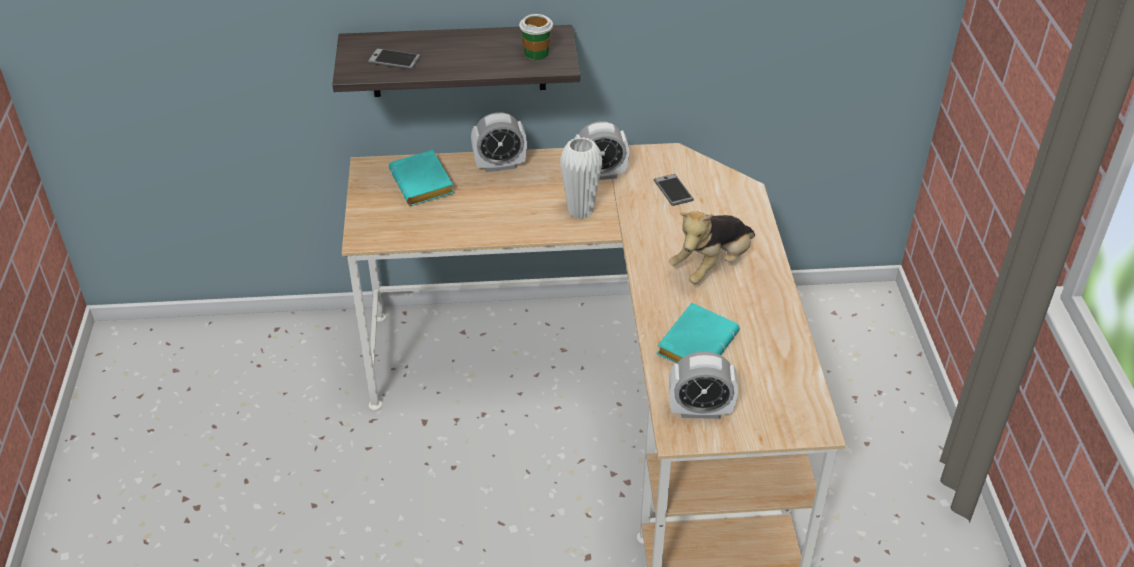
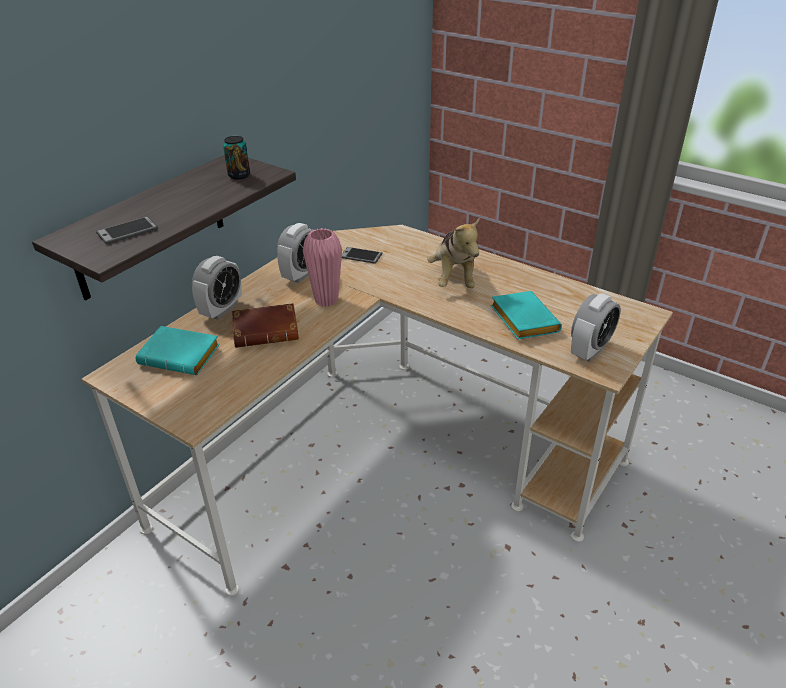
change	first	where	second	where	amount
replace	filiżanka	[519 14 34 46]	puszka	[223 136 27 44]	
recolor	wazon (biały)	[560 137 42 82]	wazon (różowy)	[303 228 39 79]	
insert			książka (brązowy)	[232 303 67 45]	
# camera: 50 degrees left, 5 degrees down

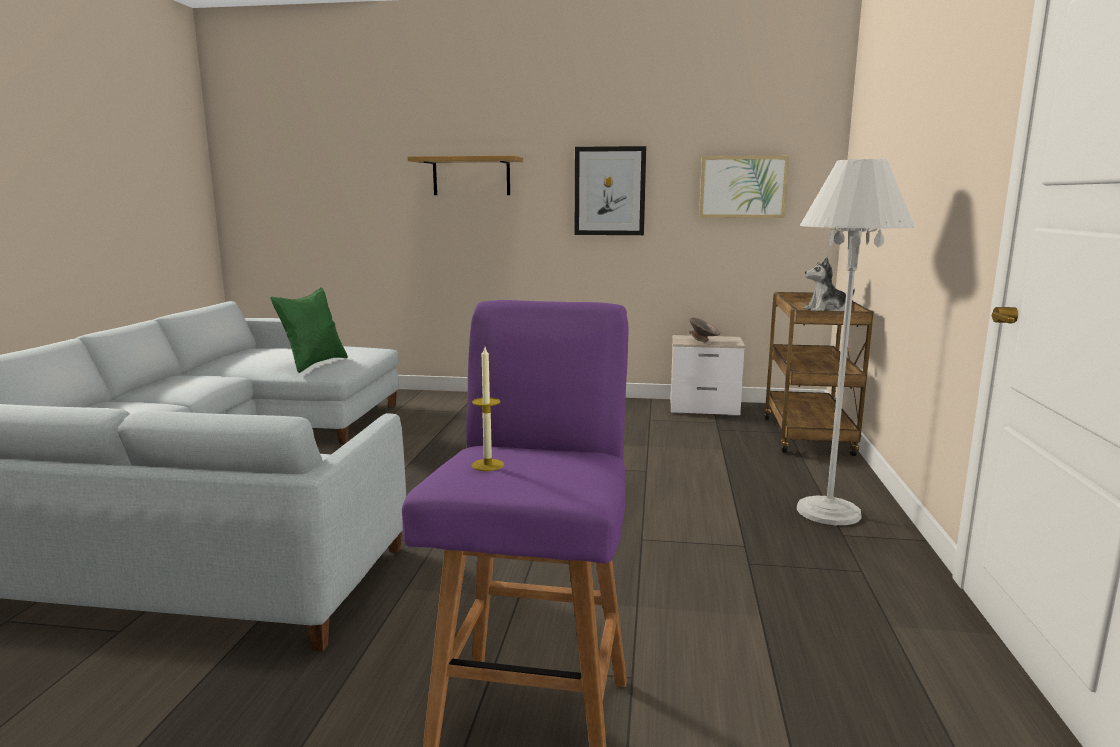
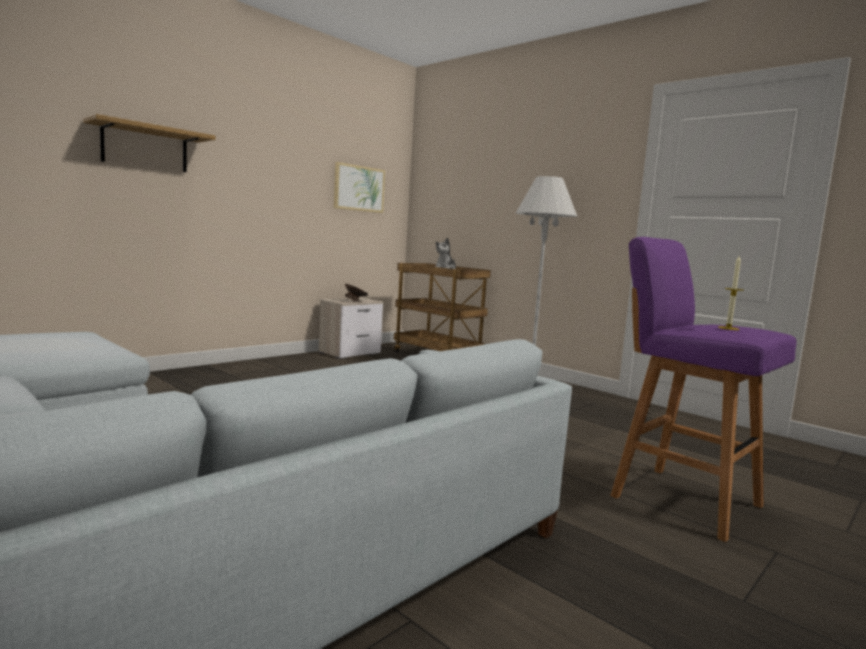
change	first	where	second	where	amount
delete	obraz	[575 146 71 89]			
delete	poduszka (zielony)	[270 288 78 85]			
# camera: 55 degrees left, 5 degrees down

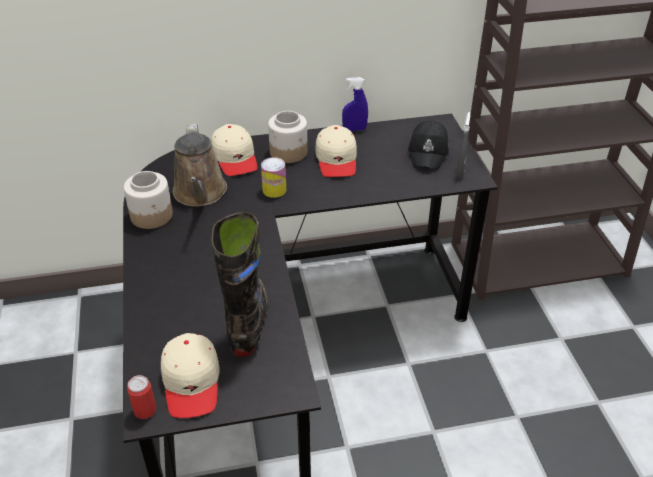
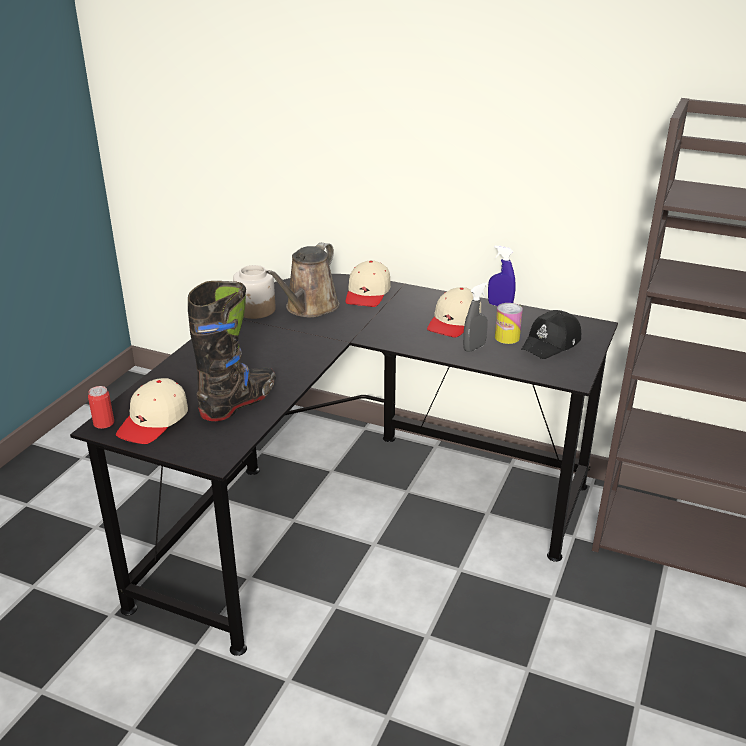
change	first	where	second	where	amount
delete	słoik	[268 111 40 52]			
move	spryskiwacz (szary)	[456 112 14 65]		[463 282 25 70]	
move	puszka	[261 157 25 41]		[495 303 28 41]	
# camera: 35 degrees right, 10 degrees down

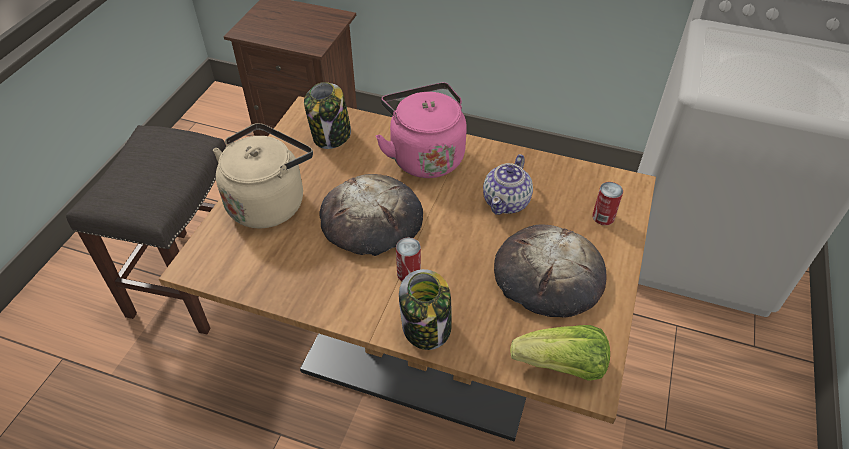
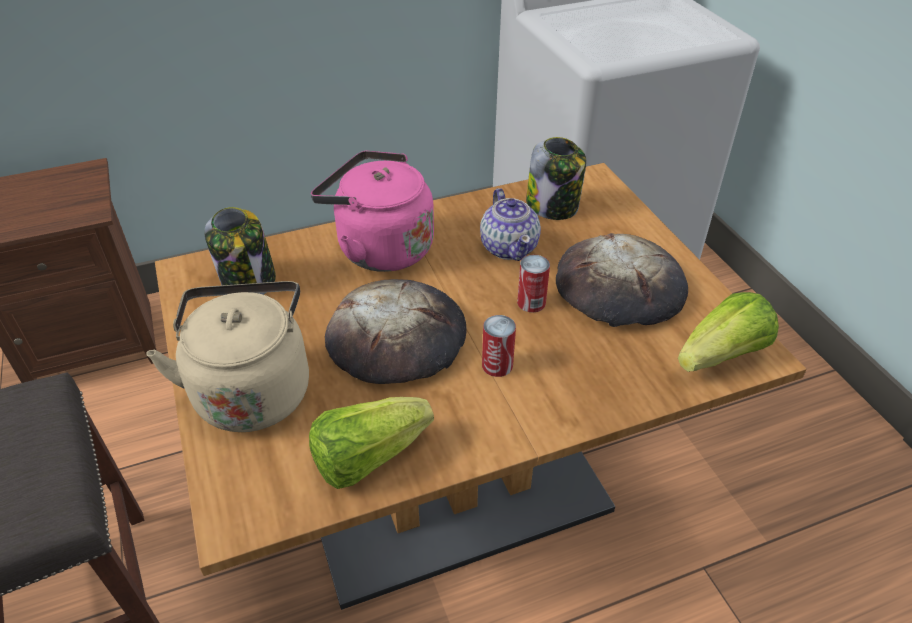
change	first	where	second	where	amount
move	puszka	[592 182 31 43]		[517 255 33 58]	
move	słoik	[399 269 53 81]		[526 137 60 83]	
insert			sałata	[309 397 125 92]	
# camera: 40 degrees left, 5 degrees down

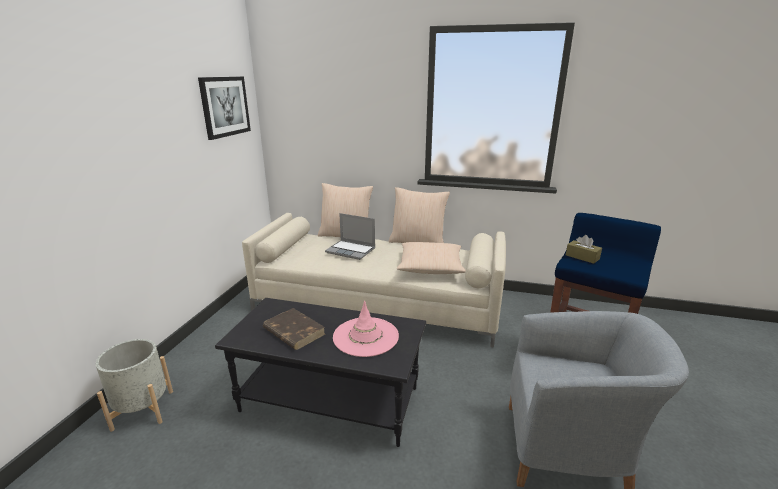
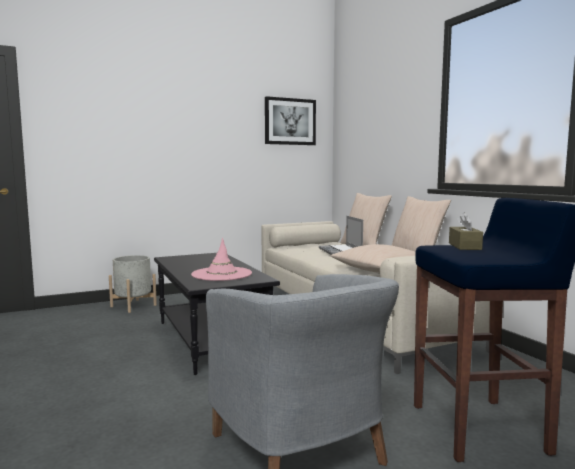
change	first	where	second	where	amount
delete	książka (brązowy)	[263 308 62 42]			
# camera: 50 degrees right, 15 degrees down

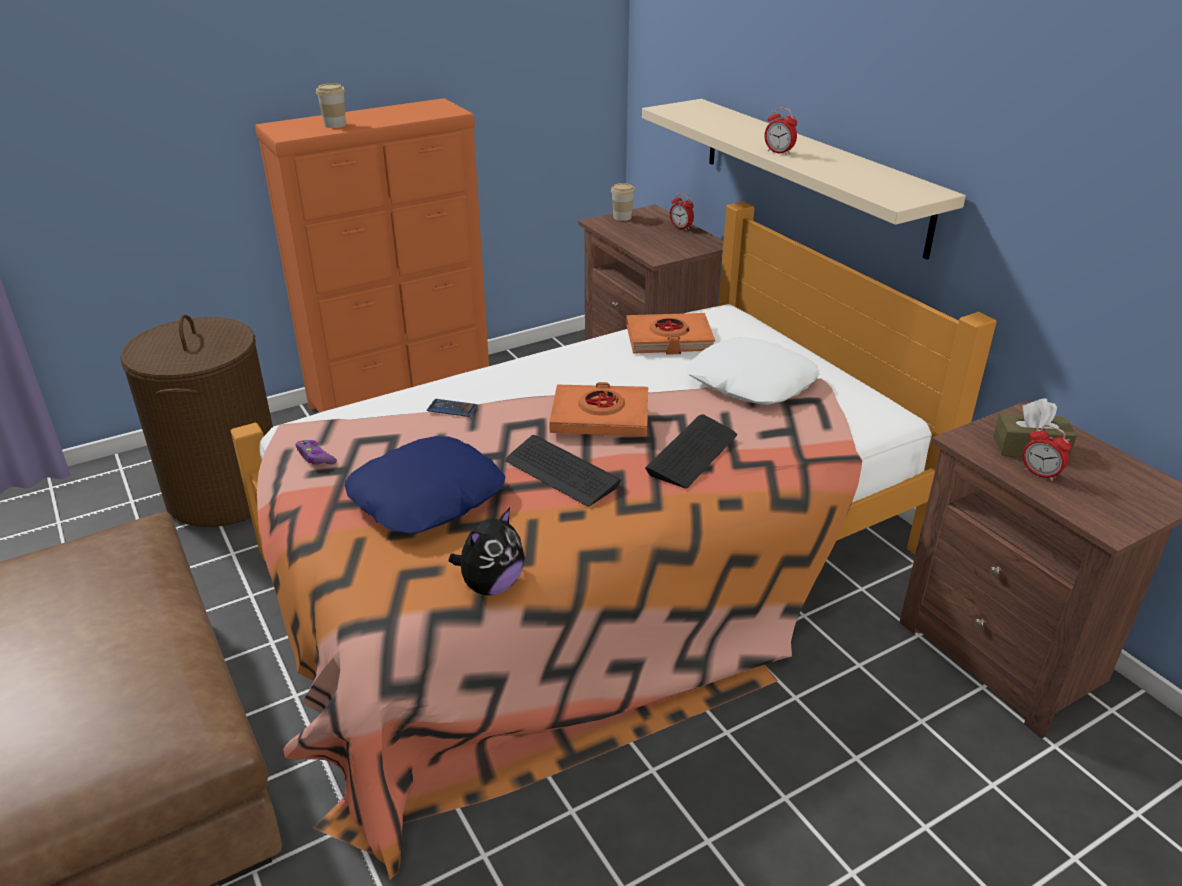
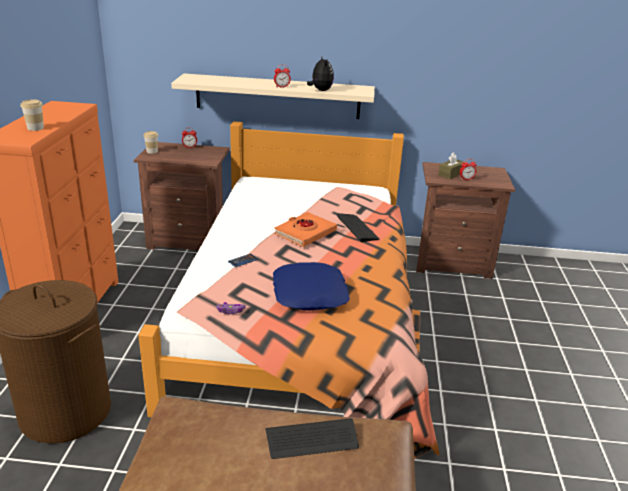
change	first	where	second	where	amount
delete	książka (pomarańczowy)	[626 313 89 42]			
delete	poduszka (biały)	[686 337 133 68]			
move	klawiatura	[505 435 116 71]		[265 418 94 41]	
move	pluszak	[448 508 77 87]		[307 55 27 36]	
# camera: 55 degrees left, 5 degrees down

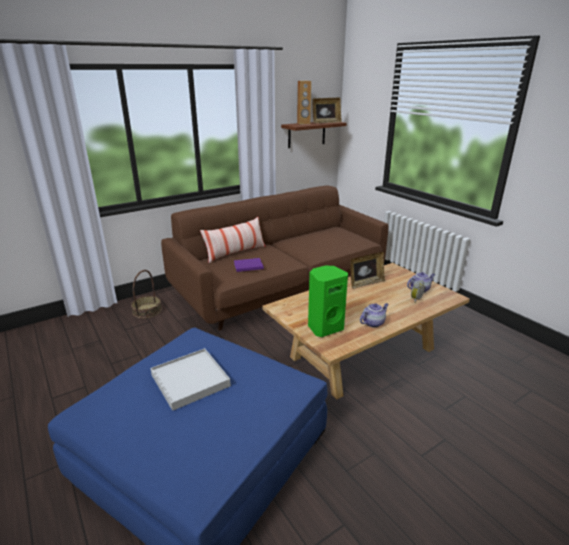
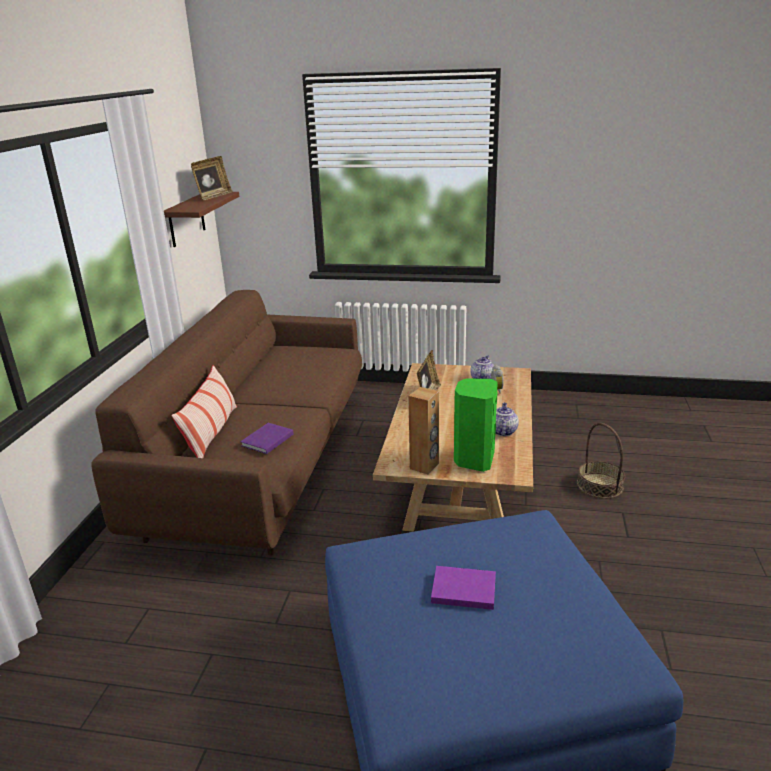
change	first	where	second	where	amount
move	głośnik (brązowy)	[297 81 14 43]		[408 387 31 87]	
move	koszyk	[131 270 31 49]		[577 423 48 76]	
replace	taca (biały)	[150 348 81 63]	książka (fioletowy)	[431 566 65 44]	
# camera: 45 degrees left, 0 degrees up

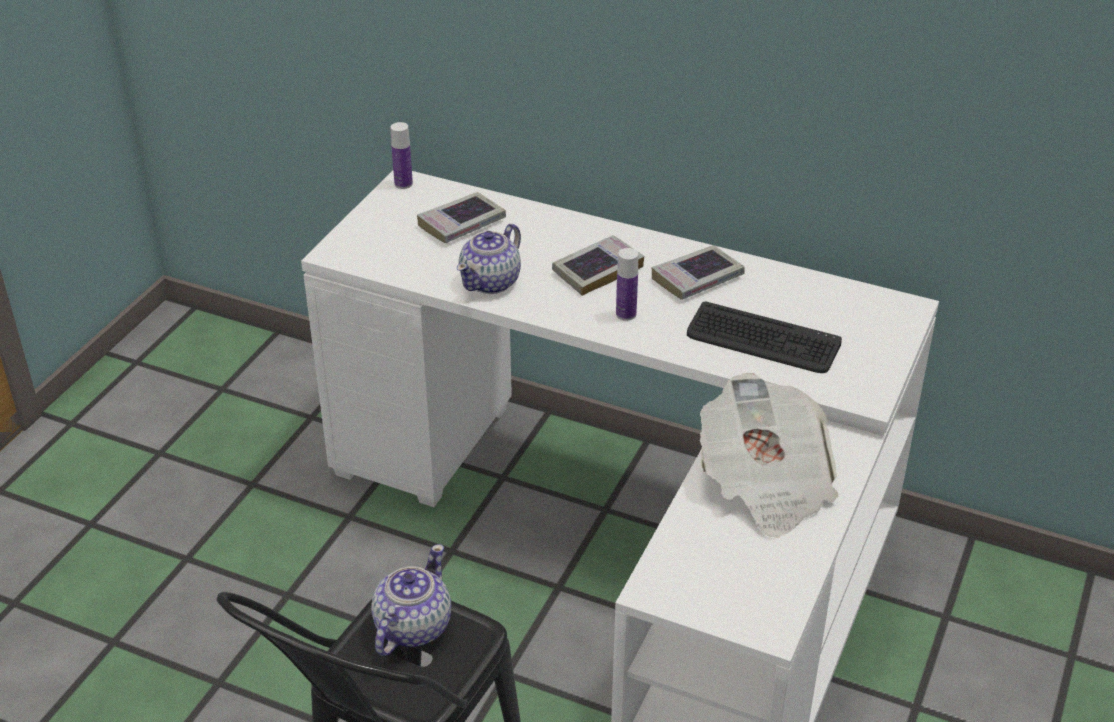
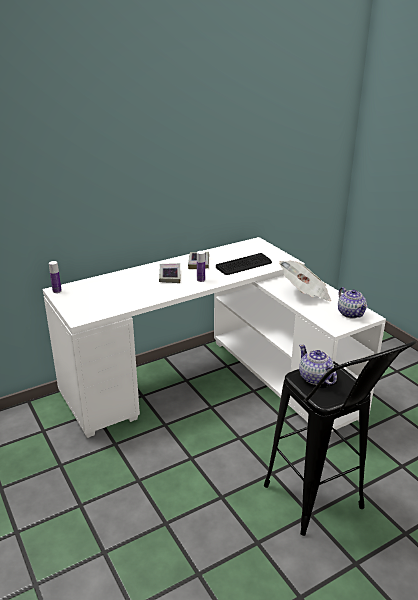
change	first	where	second	where	amount
delete	książka	[417 192 89 51]			
move	imbryk	[457 224 64 70]		[338 287 30 32]	
# camera: 55 degrees left, 10 degrees down

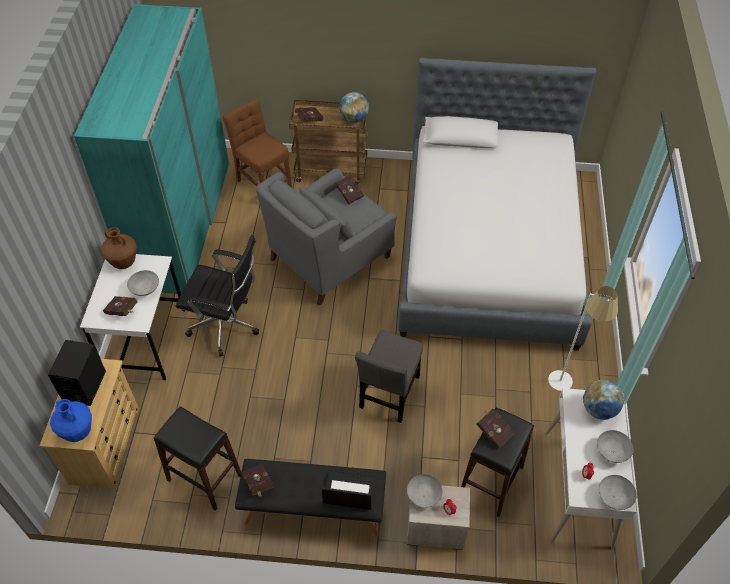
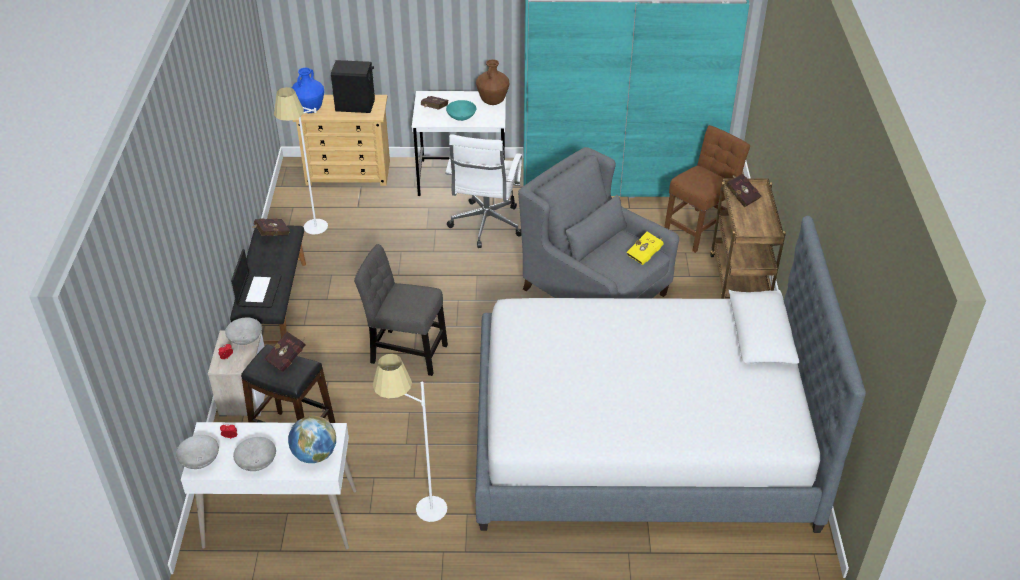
change	first	where	second	where	amount
delete	globus	[339 92 30 31]			
recolor	książka (czerwony)	[335 175 29 29]	książka (żółty)	[627 232 37 33]	
recolor	krzesło biurowe (czarny)	[176 235 83 122]	krzesło biurowe (biały)	[445 134 77 114]	
recolor	miska (szary)	[127 270 32 26]	miska (turkusowy)	[446 100 30 21]	
replace	stołek (czarny)	[154 406 87 105]	lampa stojąca (biały)	[274 87 54 147]	
# camera: 85 degrees right, 10 degrees down

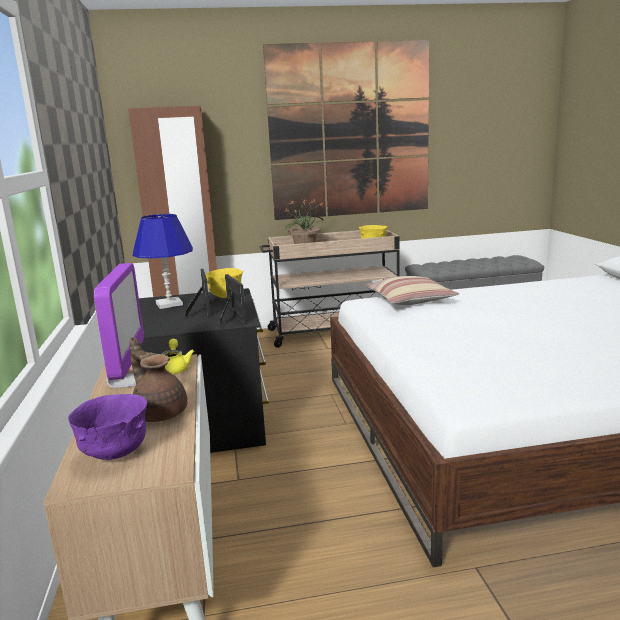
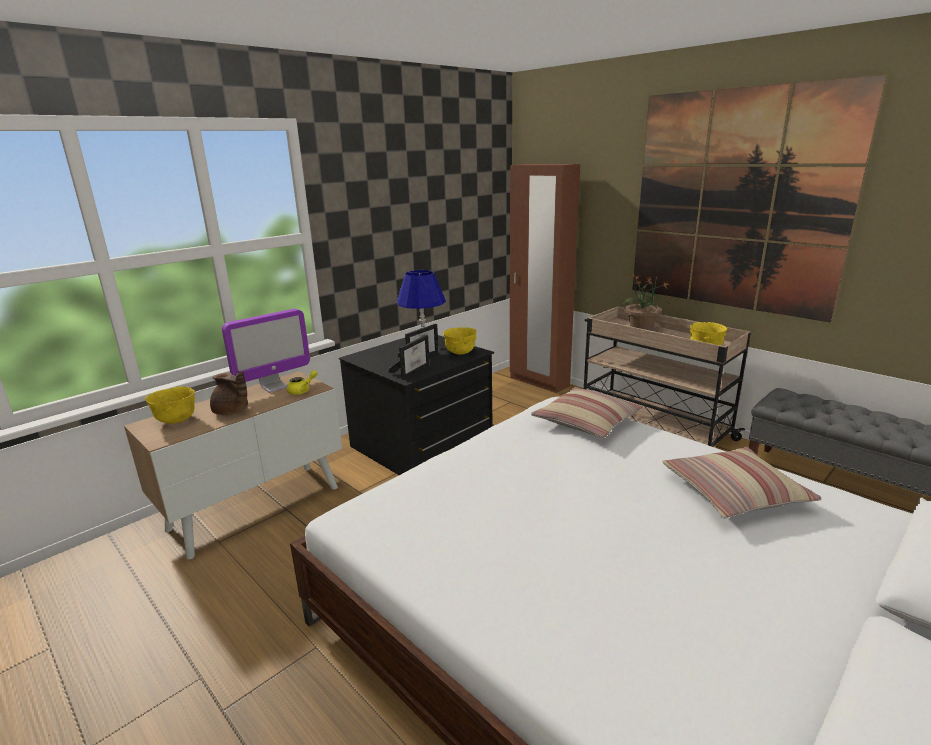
change	first	where	second	where	amount
rotate	imbryk (brązowy)	[129 337 58 85]		[210 371 38 44]	105 degrees clockwise
recolor	miska (fioletowy)	[68 394 79 66]	miska (żółty)	[145 386 51 38]	
insert			poduszka	[662 447 160 72]	
# camera: 55 degrees right, 5 degrees up

